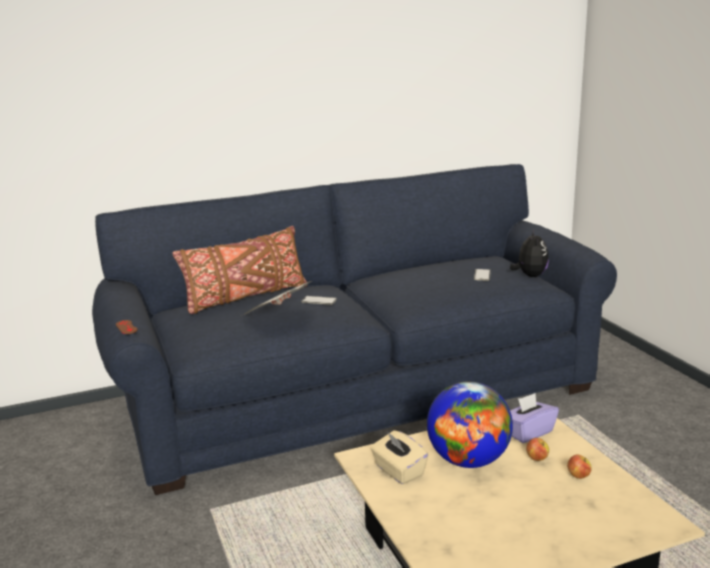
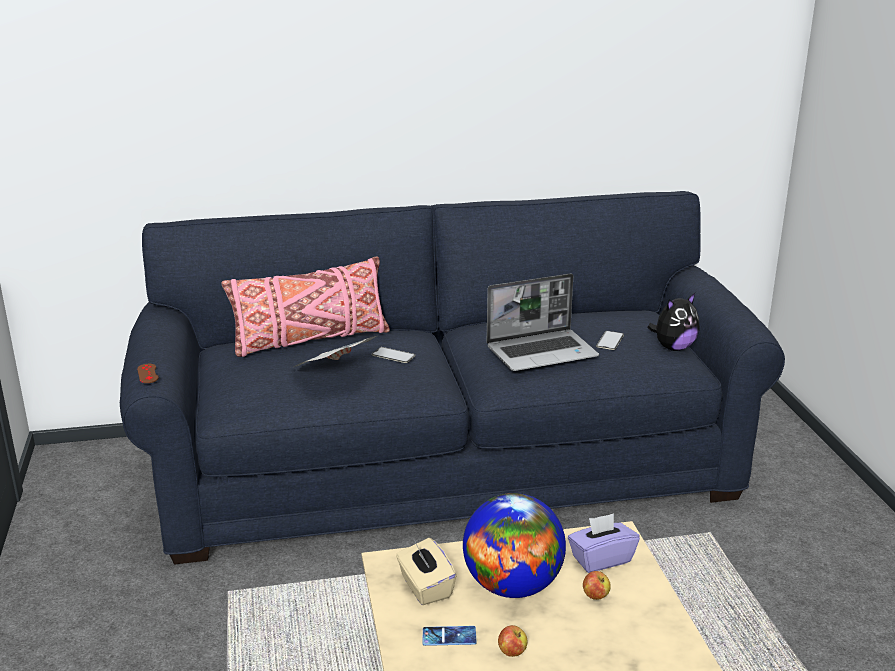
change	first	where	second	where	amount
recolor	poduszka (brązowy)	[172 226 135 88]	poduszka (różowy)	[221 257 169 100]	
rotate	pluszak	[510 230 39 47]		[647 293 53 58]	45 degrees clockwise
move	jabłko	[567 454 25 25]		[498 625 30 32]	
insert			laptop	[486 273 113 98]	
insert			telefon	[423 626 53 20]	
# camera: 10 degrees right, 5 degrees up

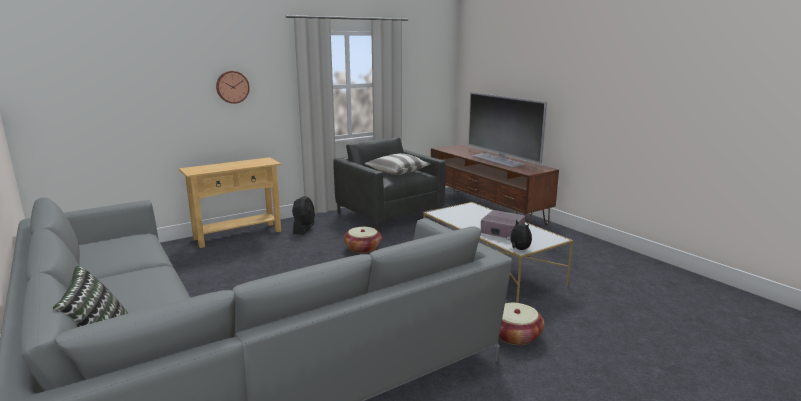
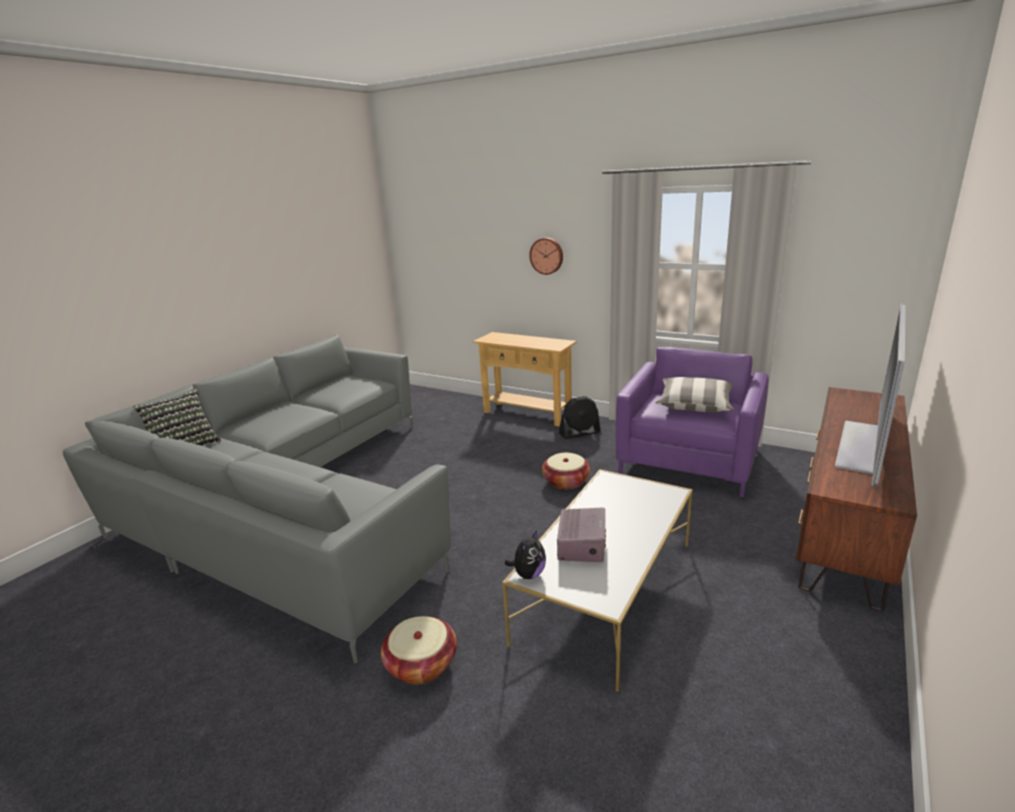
change	first	where	second	where	amount
recolor	fotel (szary)	[333 137 113 94]	fotel (fioletowy)	[616 347 152 151]	
# camera: 65 degrees right, 5 degrees up

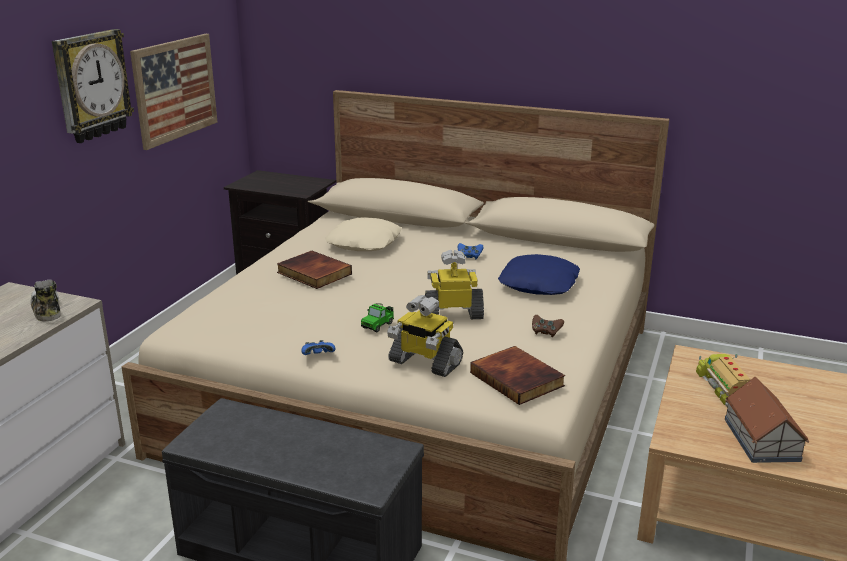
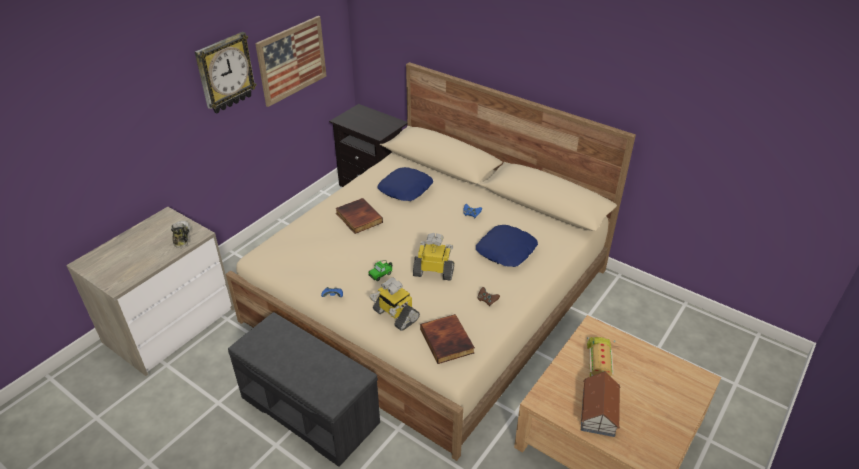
change	first	where	second	where	amount
recolor	poduszka (beżowy)	[325 217 77 34]	poduszka (niebieski)	[378 167 55 34]	
# camera: 15 degrees right, 15 degrees up

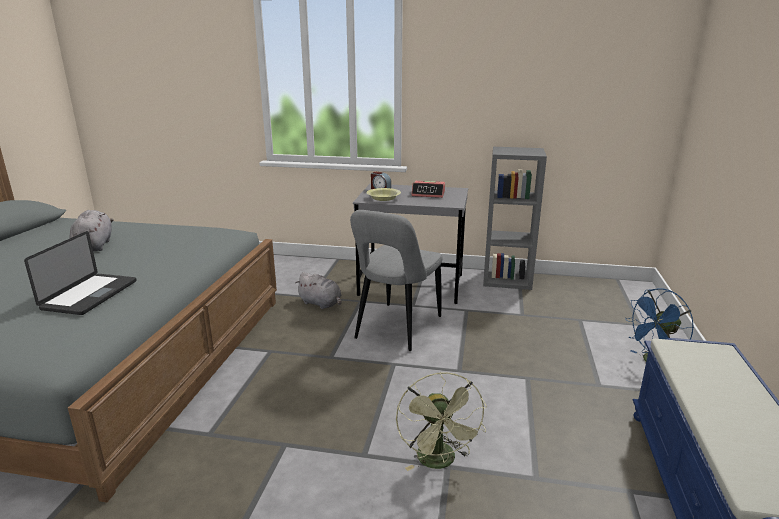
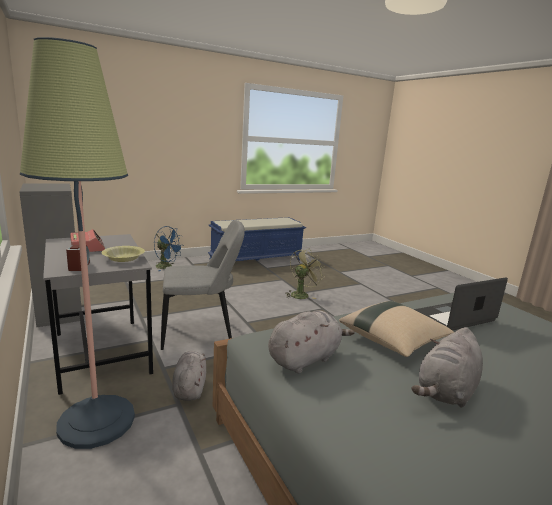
change	first	where	second	where	amount
insert			lampa stojąca	[20 37 115 412]	
insert			poduszka (beżowy)	[339 301 115 56]	
insert			pluszak (szary)	[268 310 87 63]	
# camera: 130 degrees left, 5 degrees down

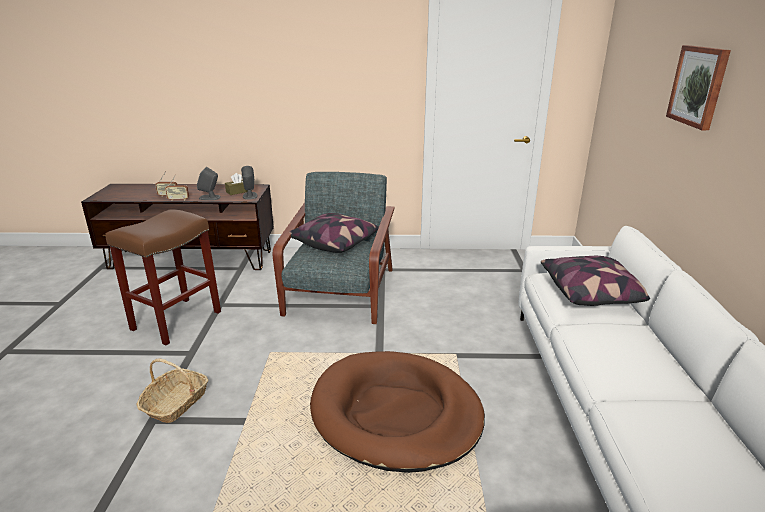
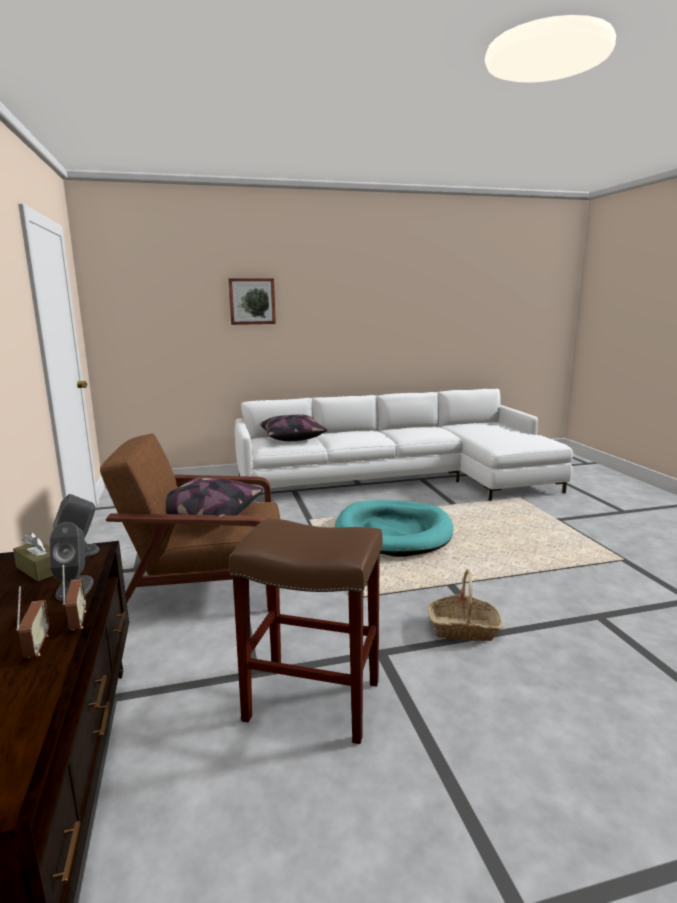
change	first	where	second	where	amount
recolor	fotel (szary)	[273 172 122 152]	fotel (brązowy)	[100 433 180 179]	
recolor	legowisko (brązowy)	[310 351 175 122]	legowisko (turkusowy)	[335 500 118 57]	
# camera: 105 degrees left, 10 degrees down

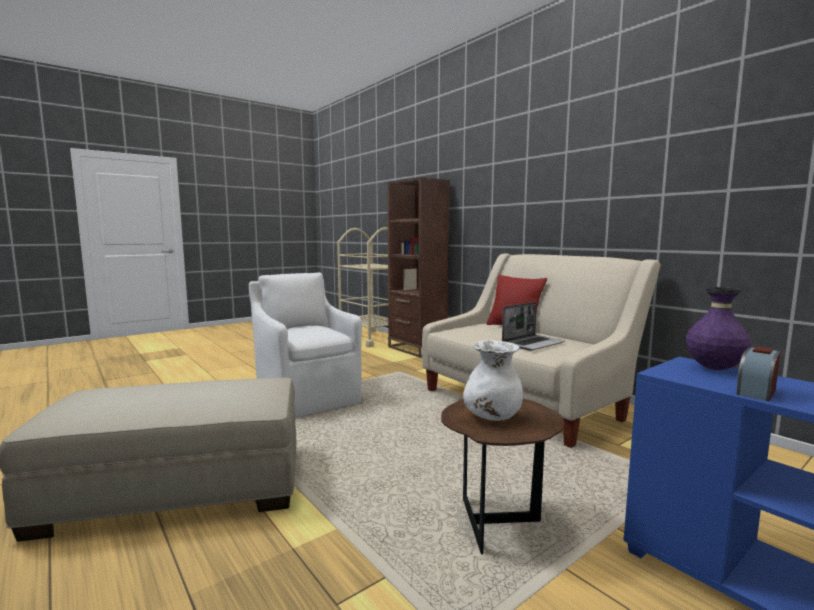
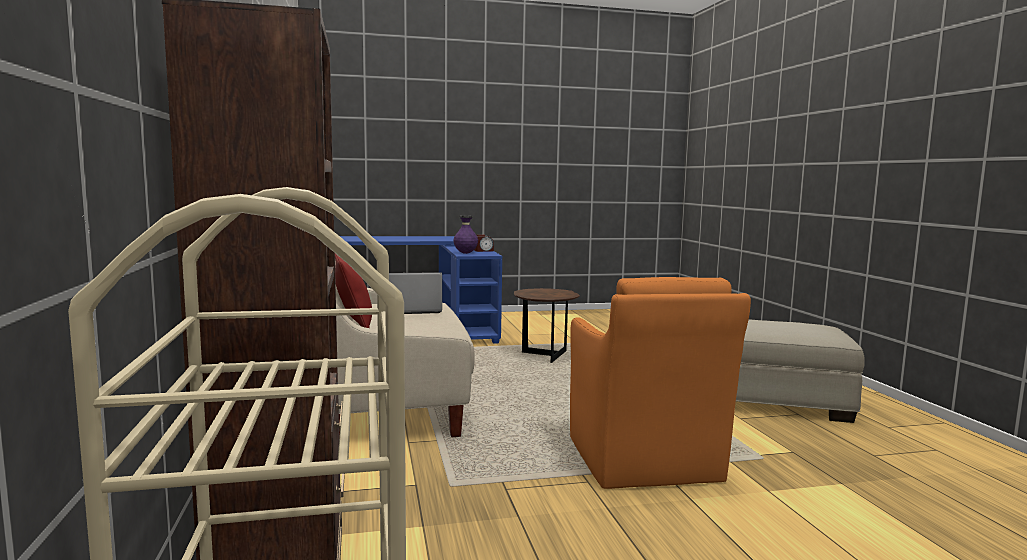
change	first	where	second	where	amount
recolor	fotel (biały)	[249 272 113 146]	fotel (pomarańczowy)	[570 277 181 212]	
delete	wazon (biały)	[463 340 60 81]			
# camera: 155 degrees left, 0 degrees up

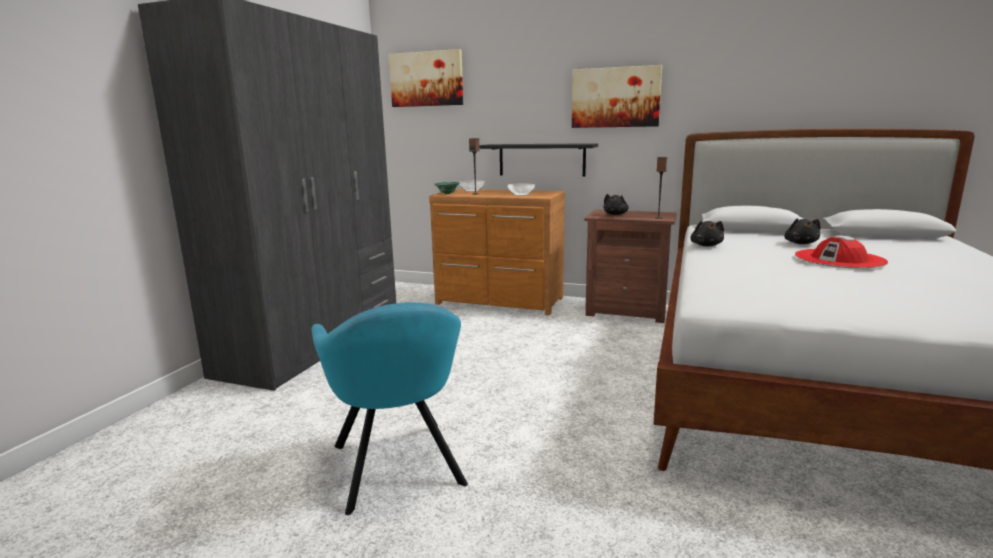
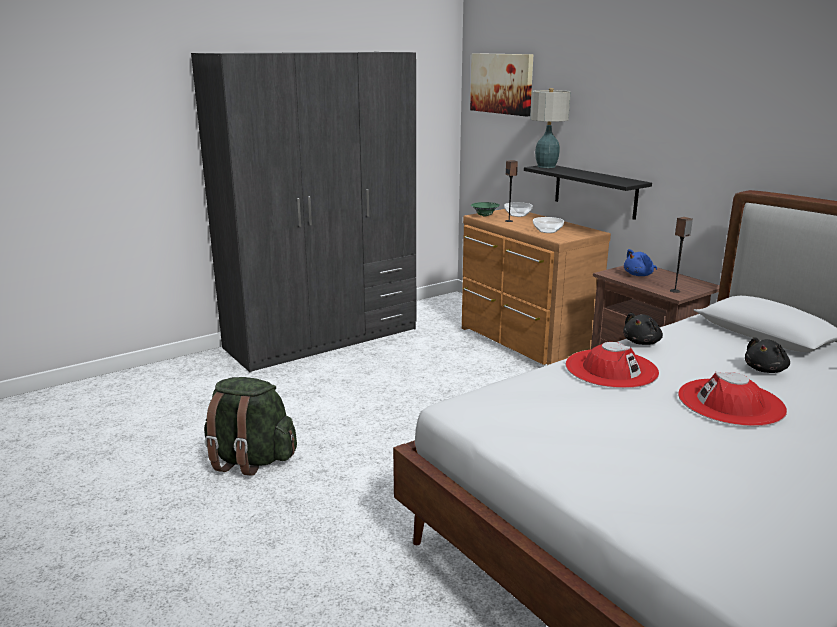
change	first	where	second	where	amount
delete	obraz	[572 65 90 63]			
recolor	pluszak (czarny)	[603 194 26 21]	pluszak (niebieski)	[624 249 33 27]	
replace	fotel (turkusowy)	[312 302 156 213]	plecak (zielony)	[204 377 93 99]	
insert			lampa stołowa	[530 88 41 80]	
insert			kapelusz (czerwony)	[565 342 94 46]	
# camera: 35 degrees right, 5 degrees up

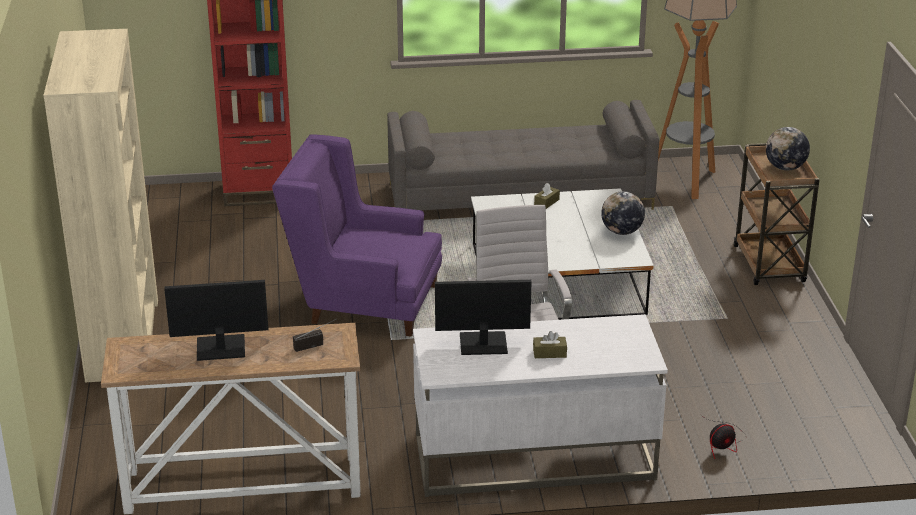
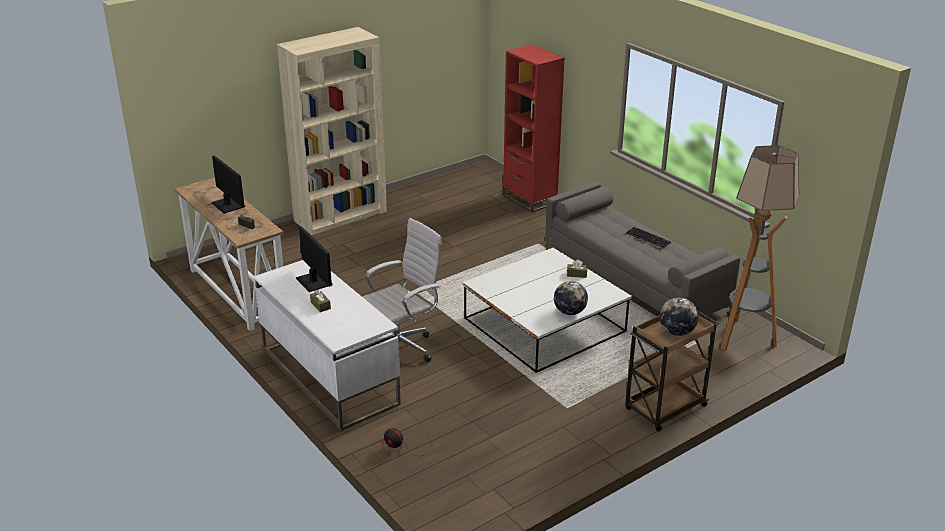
change	first	where	second	where	amount
delete	fotel (fioletowy)	[272 134 170 203]			
insert			klawiatura	[626 227 45 21]	
# camera: 60 degrees right, 0 degrees up

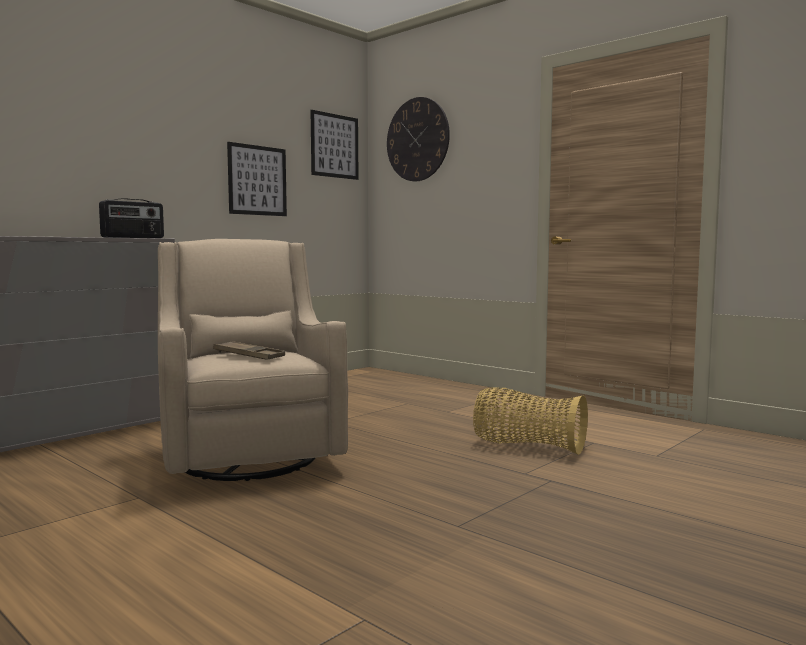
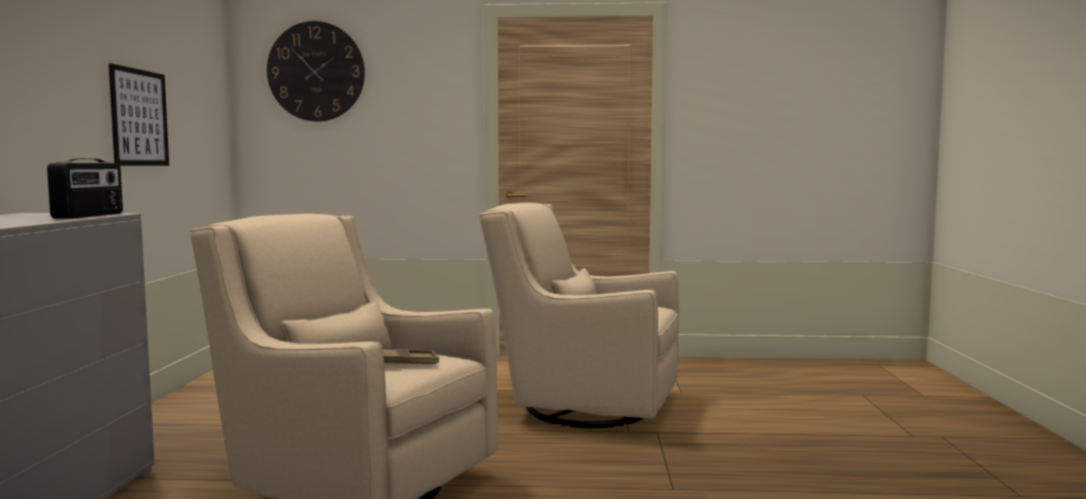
change	first	where	second	where	amount
delete	obraz	[310 110 48 70]			
replace	koszyk	[473 388 115 67]	fotel (beżowy)	[479 203 201 225]	
# camera: 40 degrees left, 0 degrees up

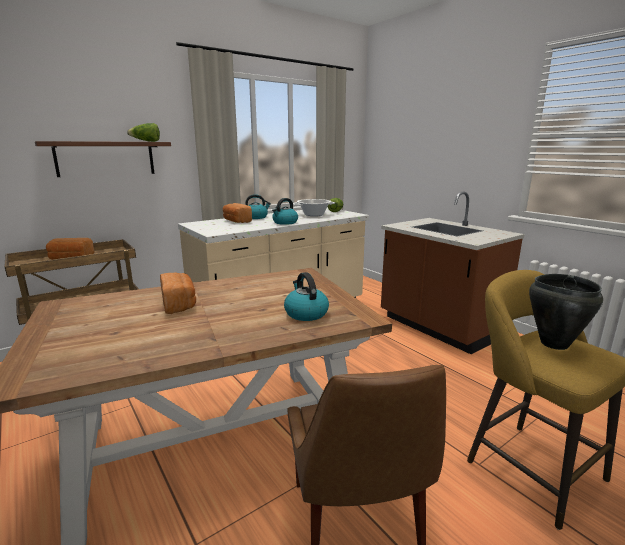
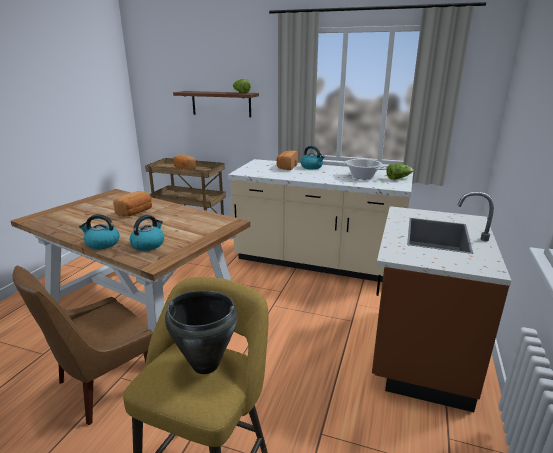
change	first	where	second	where	amount
move	czajnik	[272 198 26 27]		[79 214 41 35]	
# camera: 55 degrees right, 5 degrees up

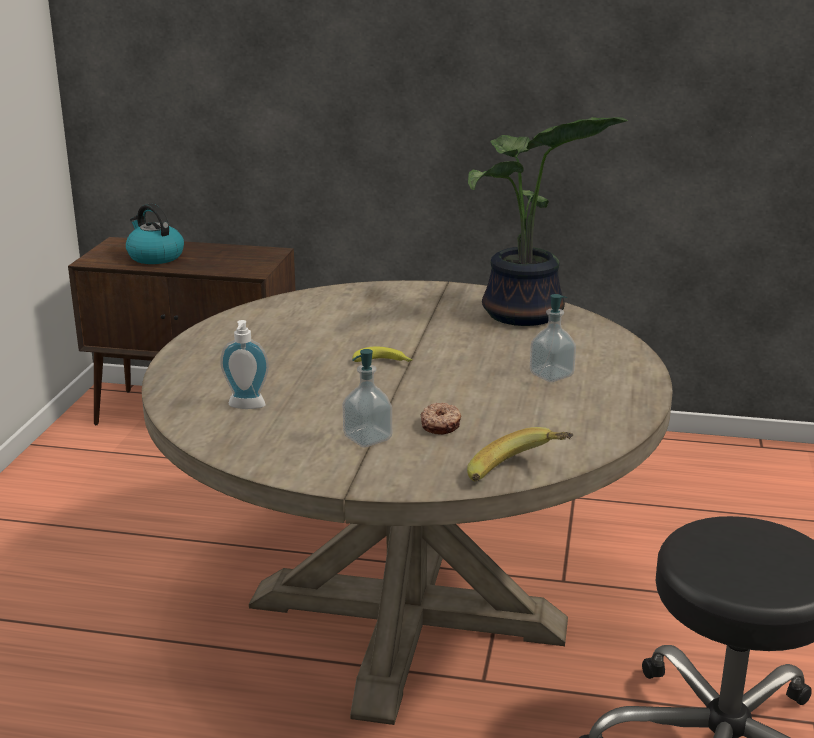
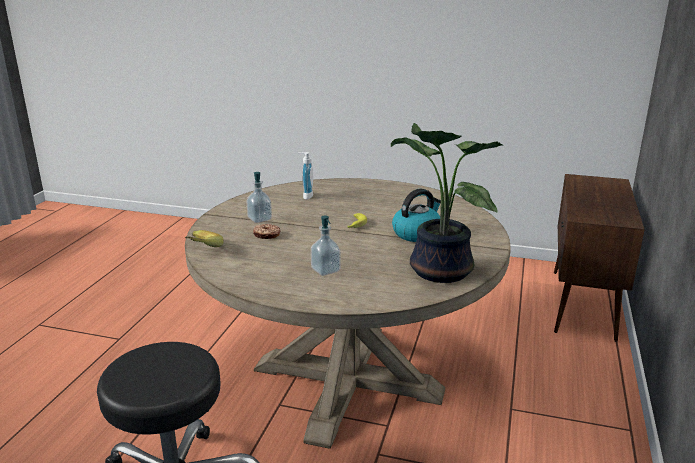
change	first	where	second	where	amount
move	czajnik	[126 204 58 60]		[392 189 49 53]	
# camera: 95 degrees right, 0 degrees up

